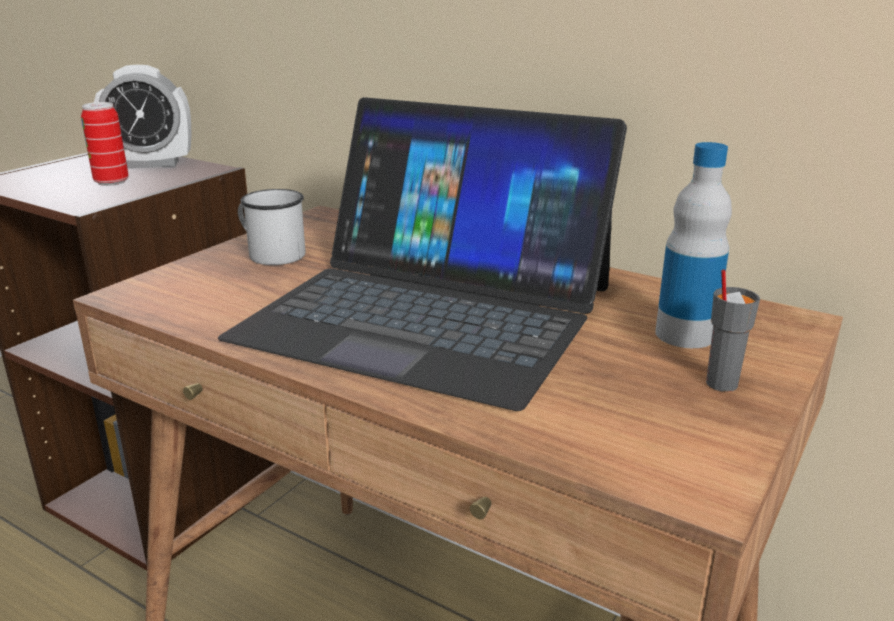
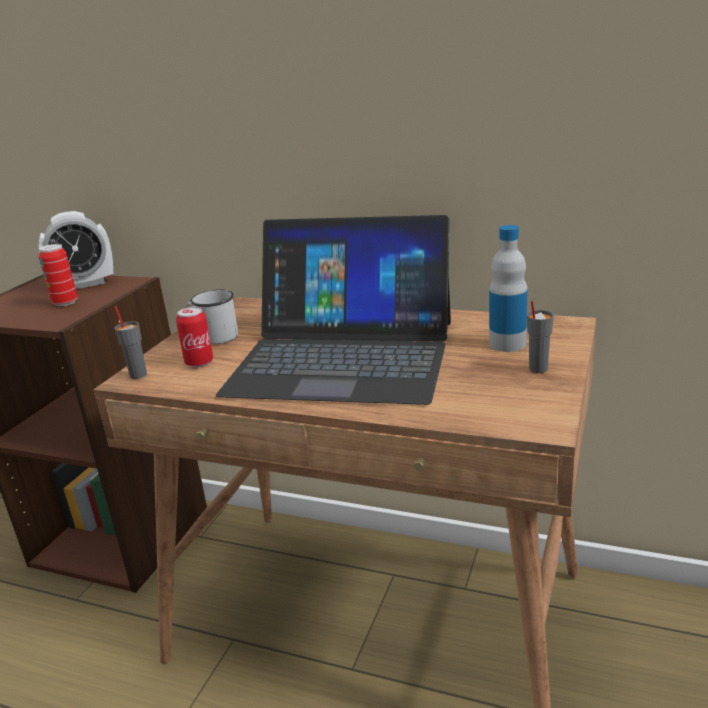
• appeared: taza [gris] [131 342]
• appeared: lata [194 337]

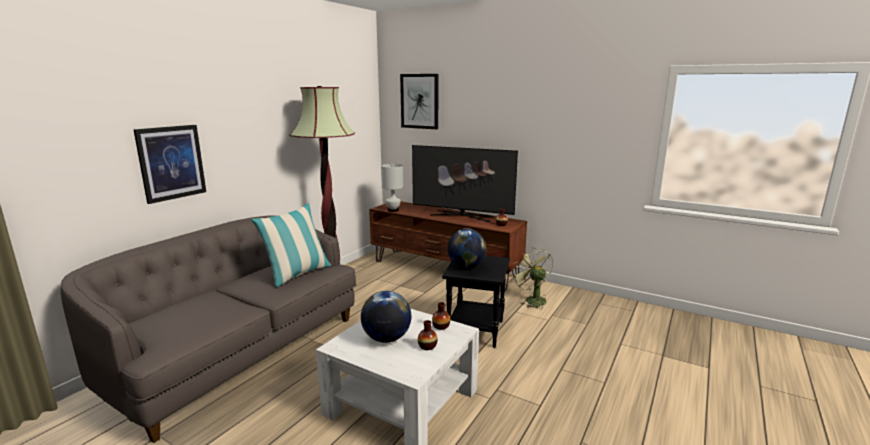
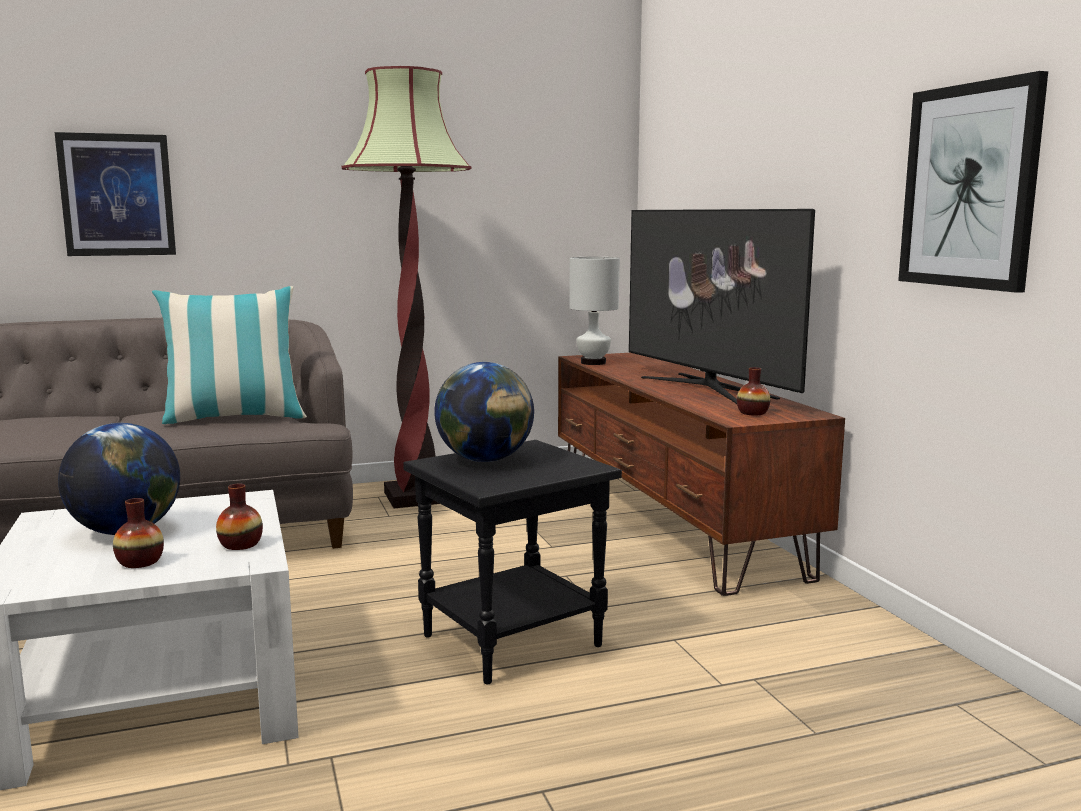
• missing: ventilador [verde] [532 278]
• relocated: cuadro [419 101] to [973 182]

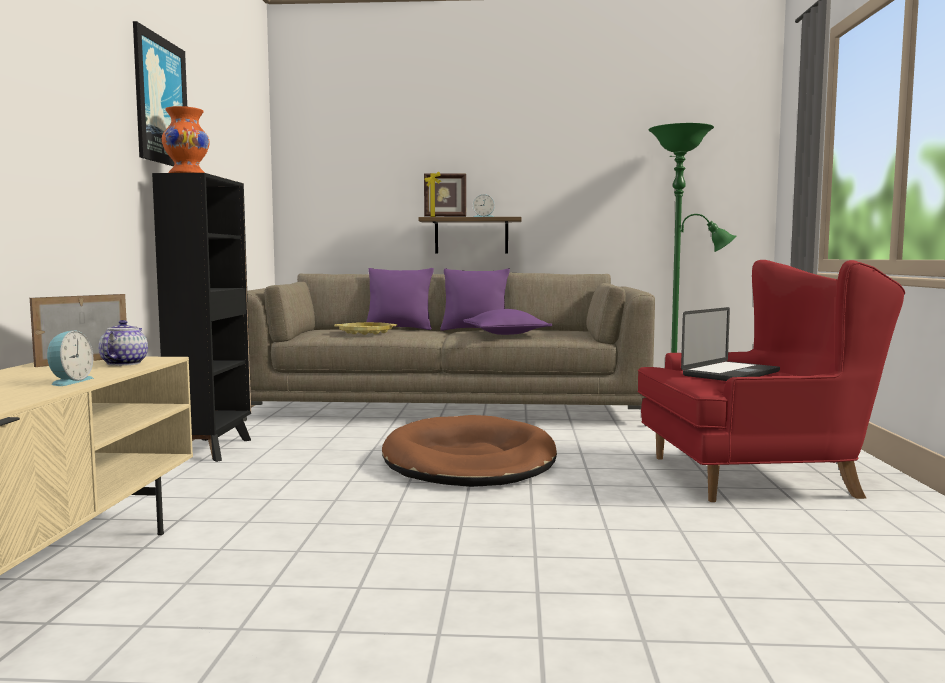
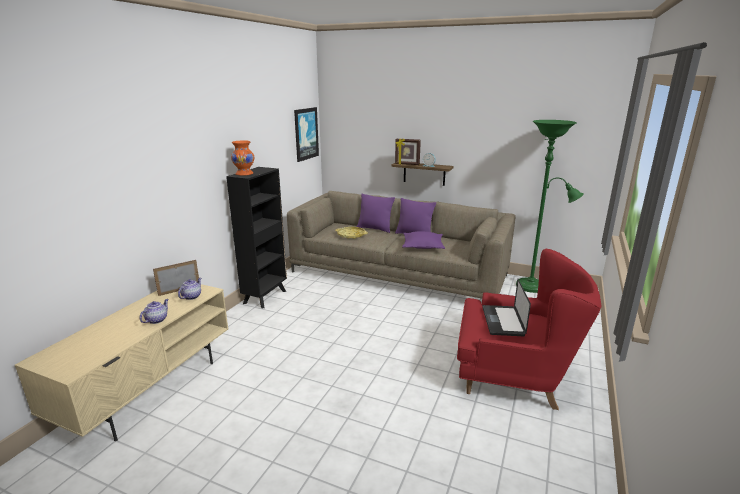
• missing: cama para perro [marrón] [469 451]
• relocated: cuadro [160 93] to [306 134]
• exchanged: despertador [70 358] to tetera [154 311]
• spun: portátil [730 344] = [506 307] 120 degrees clockwise

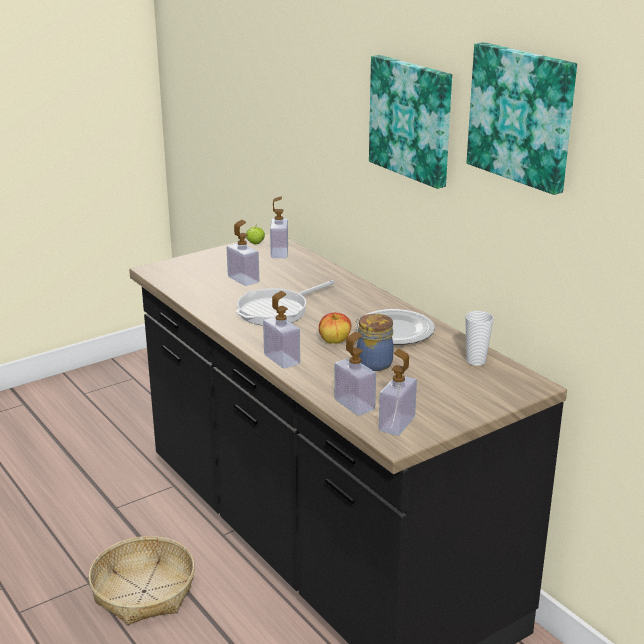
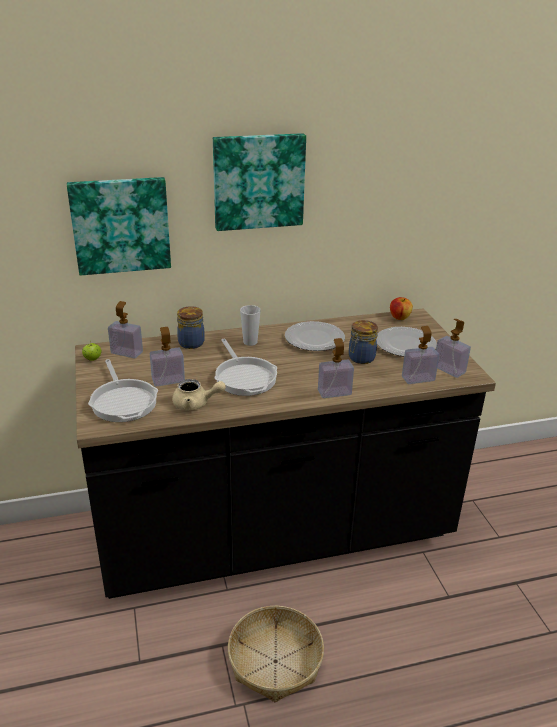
• appeared: sartén [123 390]
• appeared: tetera [beis] [199 394]
• appeared: tarro [191 327]
• appeared: plato [406 342]
• relocated: manzana [335 328] to [401 308]
• relocated: taza [479 338] to [250 325]
• relocated: cuadro [522 118] to [119 226]

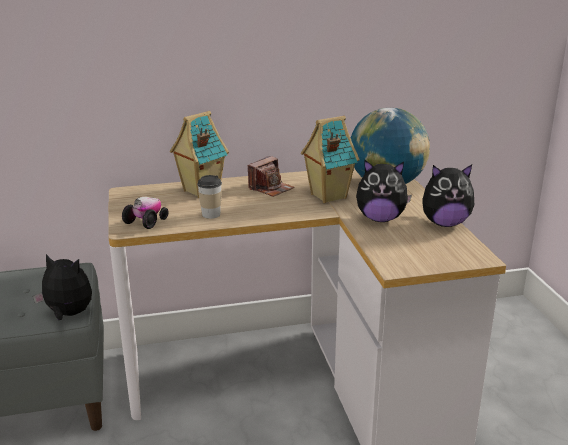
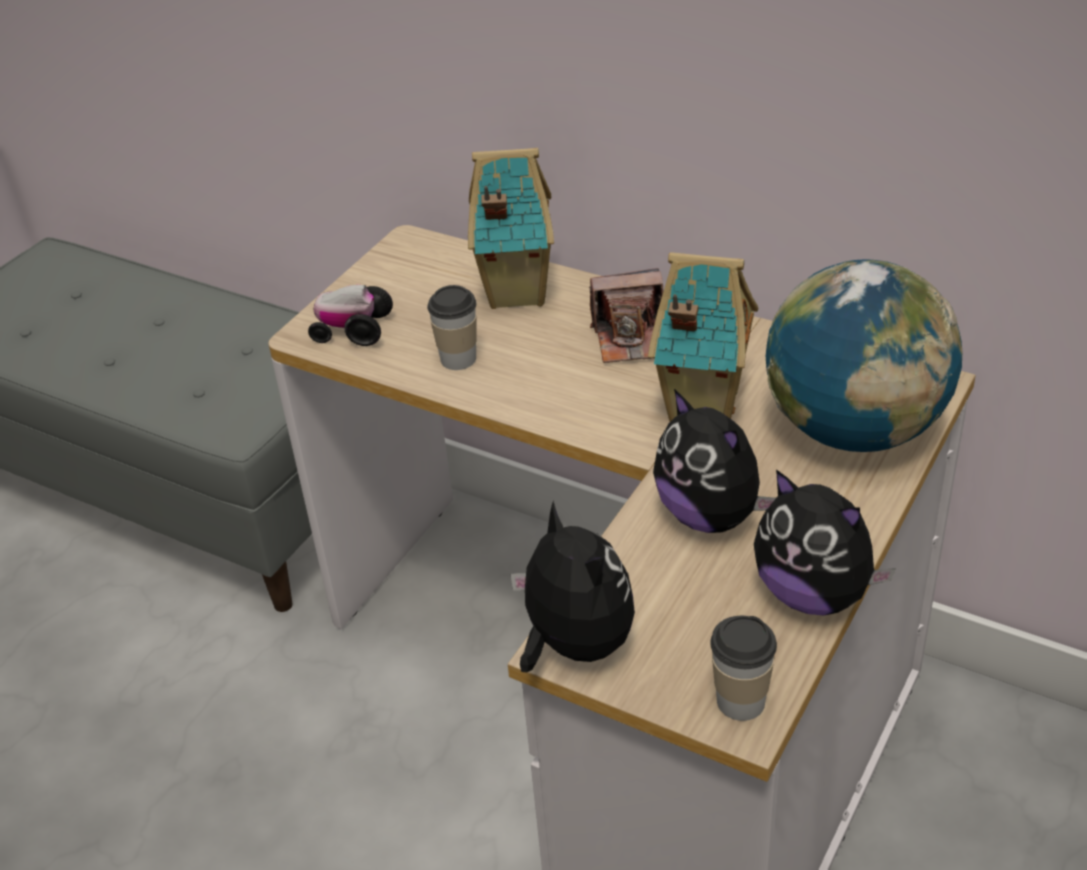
• appeared: taza [743 668]
• relocated: peluche [62 287] to [572 586]
• spun: coche de juguete [145 213] = [350 315] 150 degrees counterclockwise

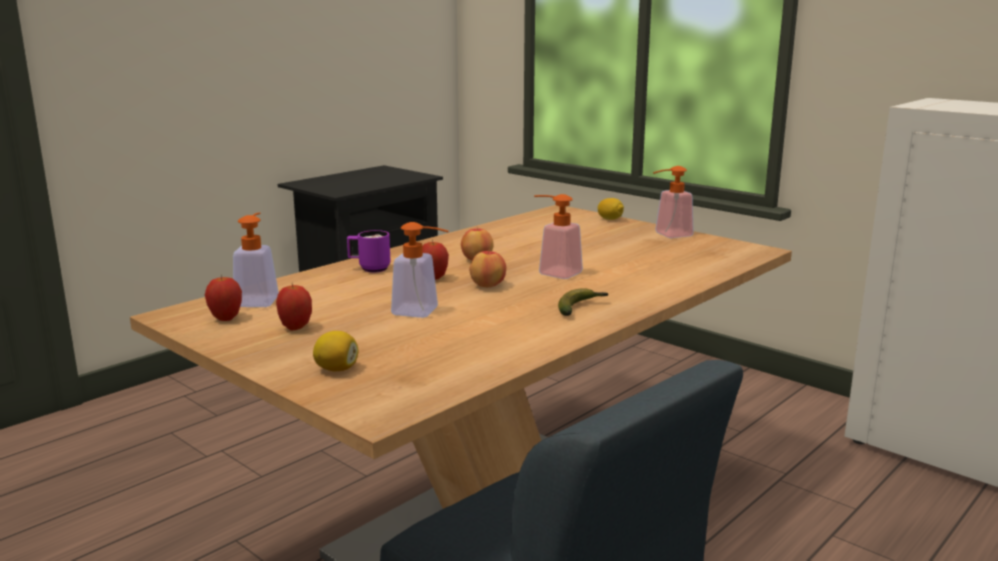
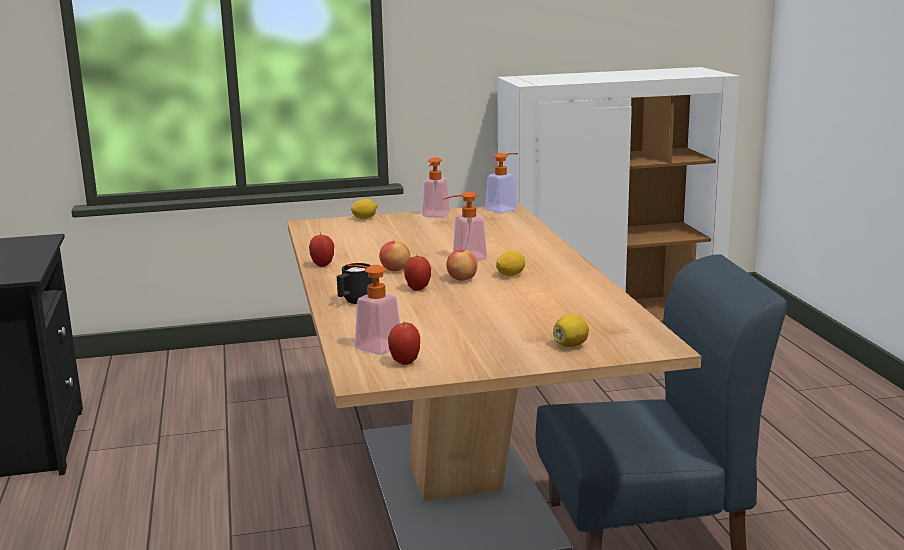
• missing: plátano [583 302]
• appeared: limón [510 263]
• relocated: manzana [294 307] to [321 250]
• relocated: dispensador de jabón [420 270] to [501 183]
• colour: taza grande [morado] [368 251] to taza grande [negro] [355 283]

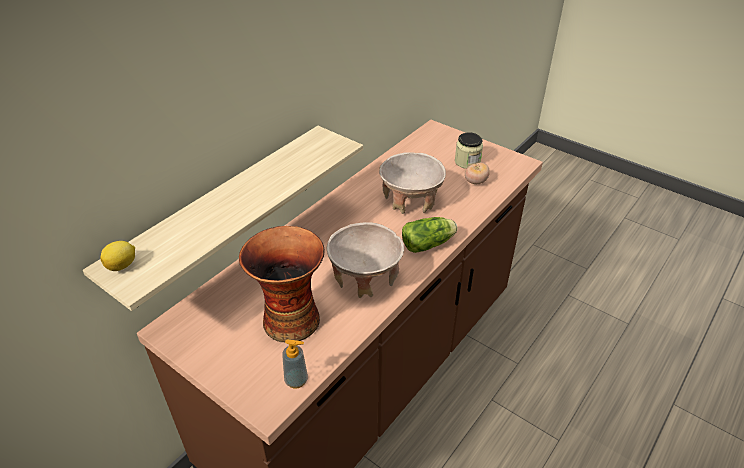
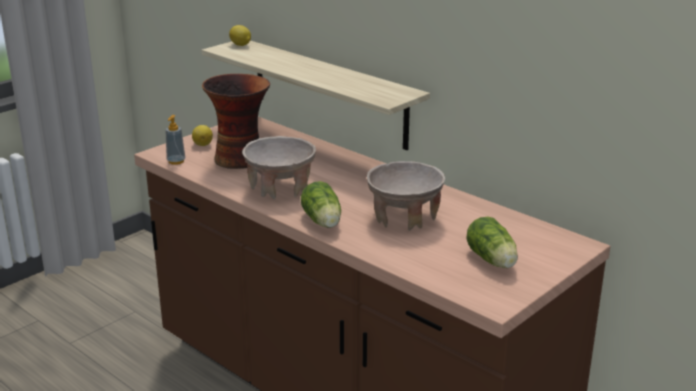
• missing: tomate [477 173]
• appeared: limón [202 135]
• exchanged: tarro [469 150] to lechuga [492 242]

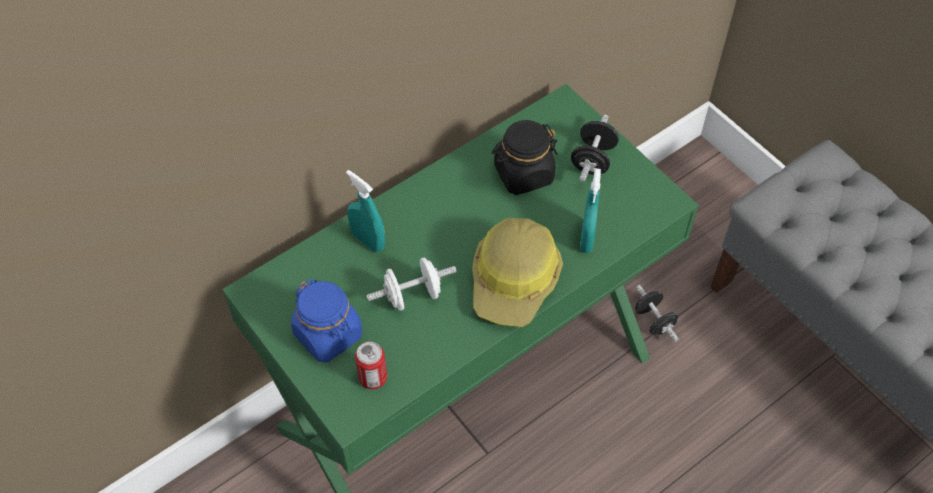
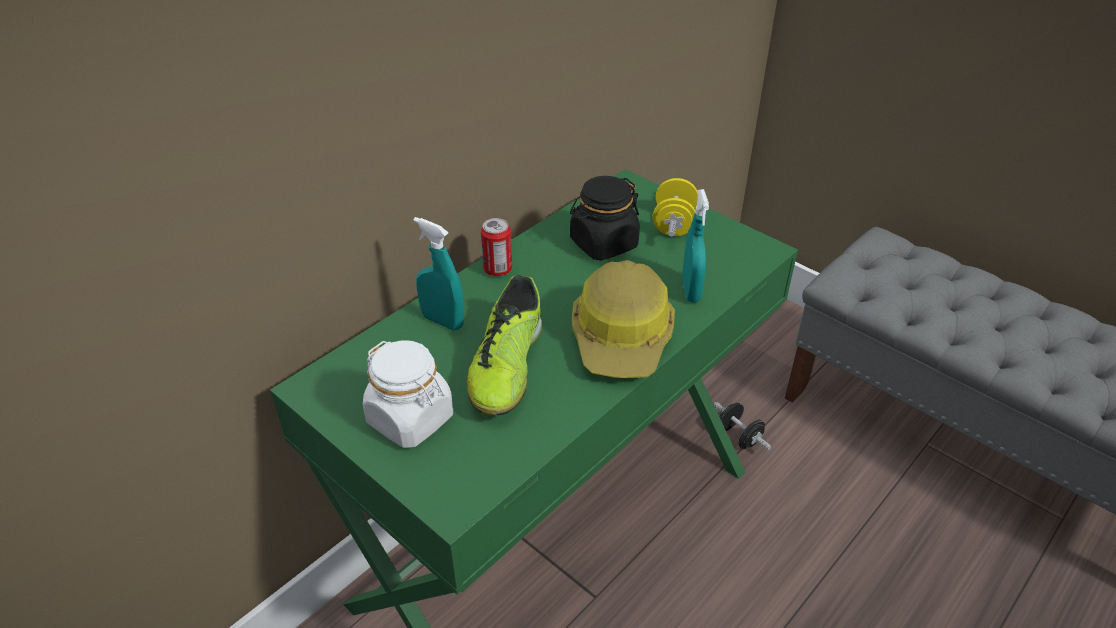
• relocated: lata [371 366] to [496 247]
• exchanged: mancuerna [blanco] [411 284] to zapato [504 345]
• colour: tarro [azul] [326 320] to tarro [blanco] [408 394]
• colour: mancuerna [negro] [595 148] to mancuerna [amarillo] [675 207]

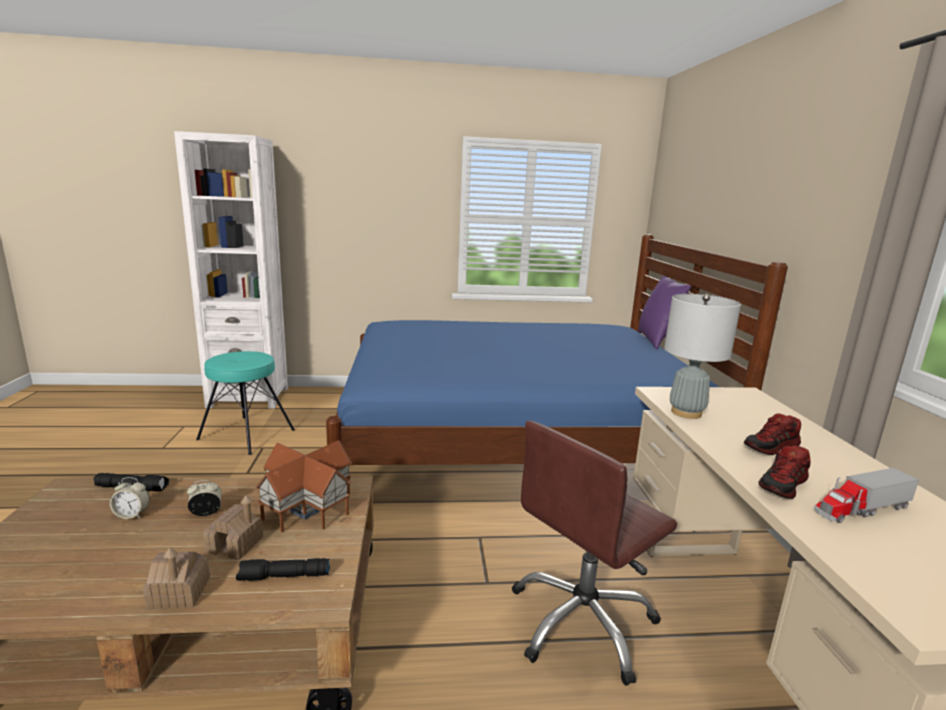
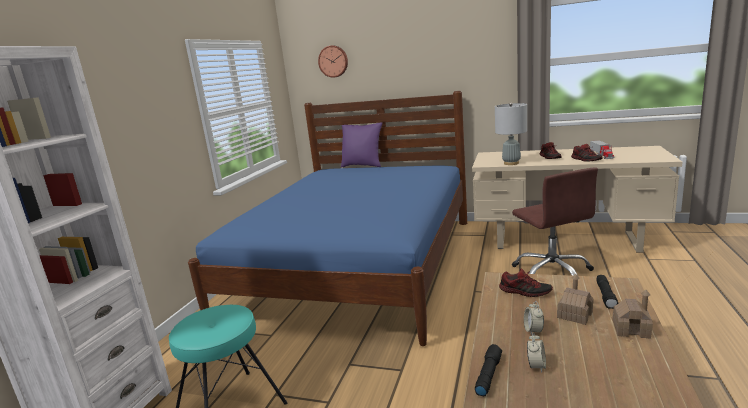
• appeared: reloj de pared [333 62]
• exchanged: casita [303 486] to zapato [526 283]

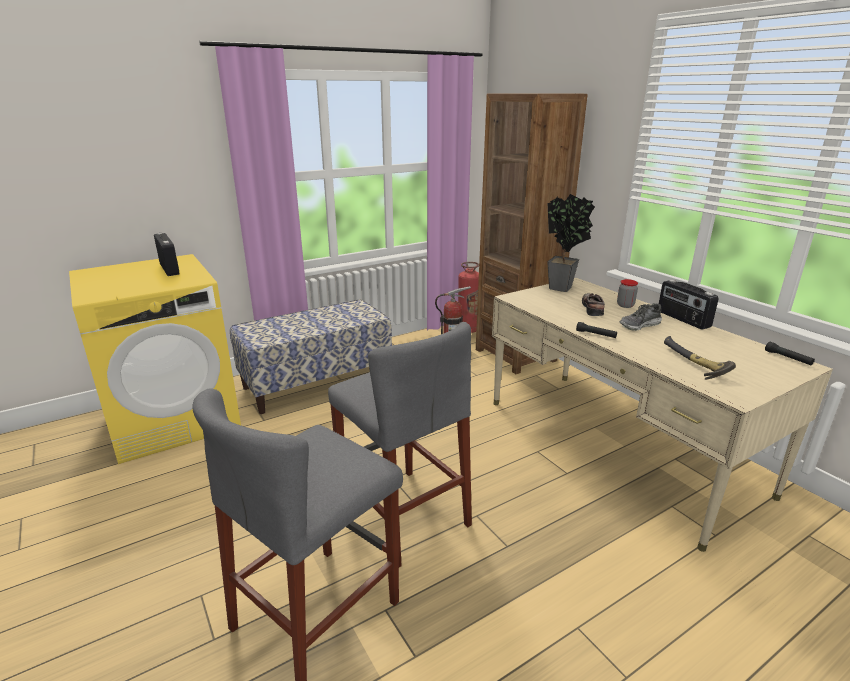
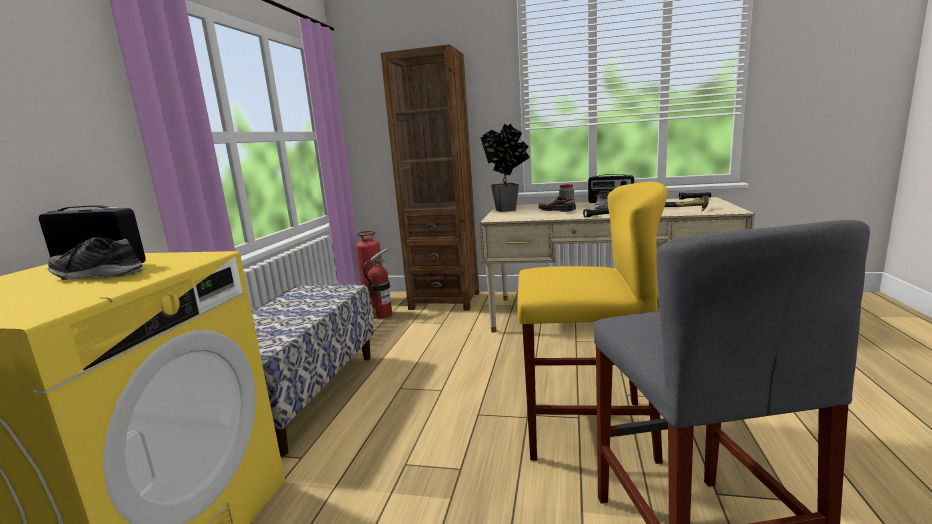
• appeared: zapato [96 258]
• colour: taburete [gris] [400 444] to taburete [amarillo] [592 323]

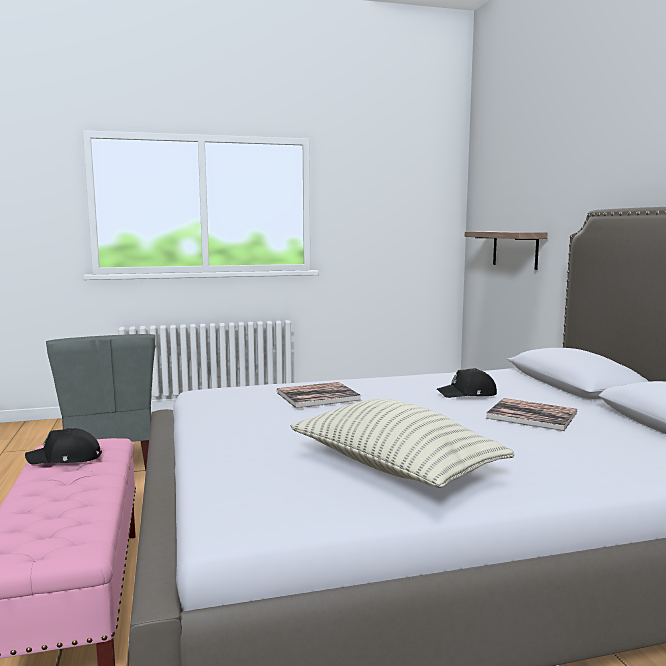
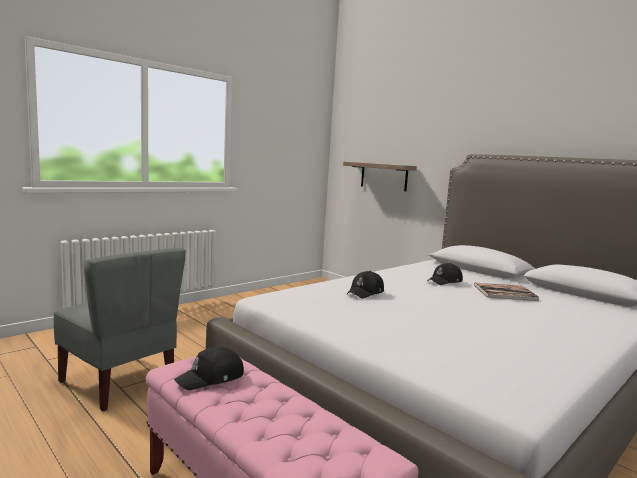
• missing: cojín [402 443]
• exchanged: libro [319 395] to gorra [negro] [365 284]

